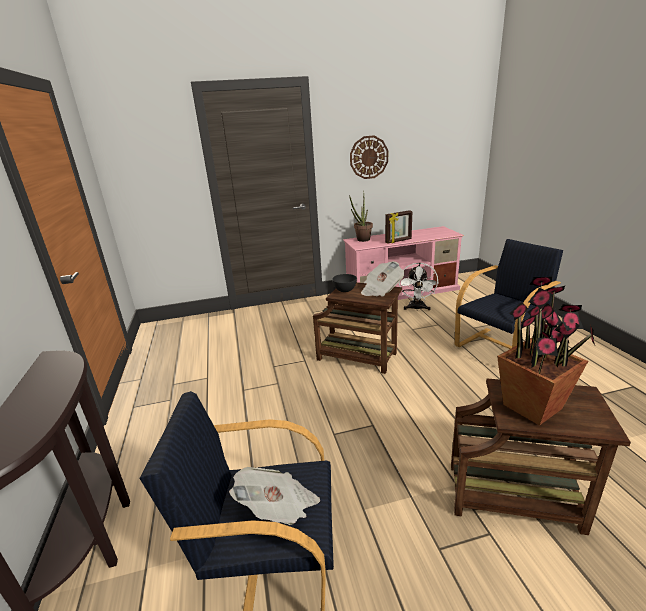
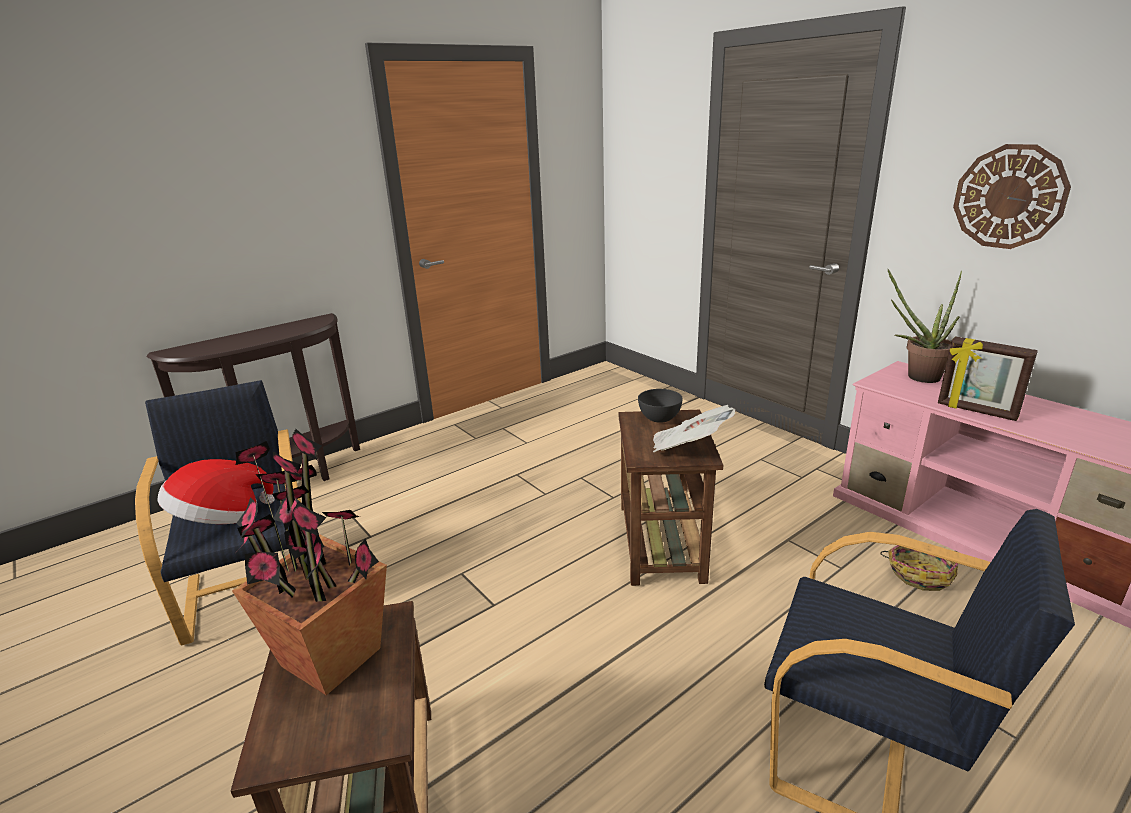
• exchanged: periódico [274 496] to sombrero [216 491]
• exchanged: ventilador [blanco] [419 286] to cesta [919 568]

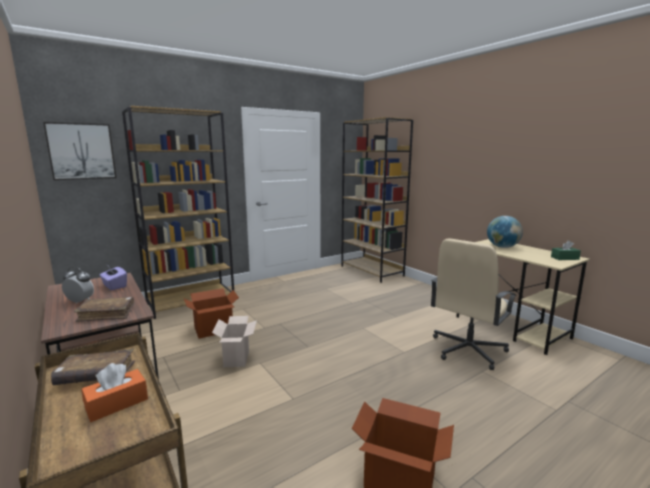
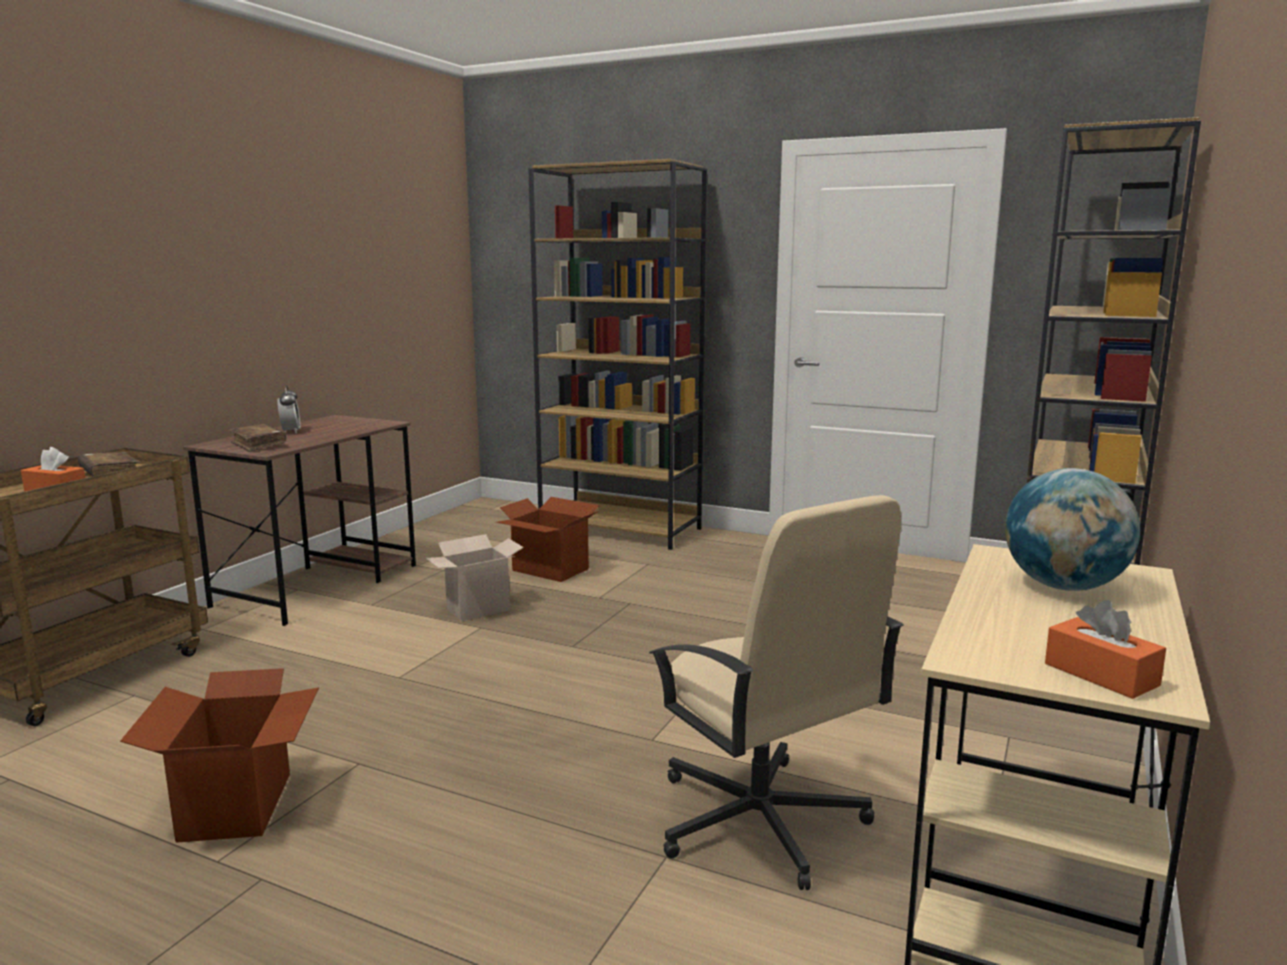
• missing: cuadro [80 151]
• missing: caja de pañuelos [morado] [113 278]
• colour: caja de pañuelos [verde] [566 250] to caja de pañuelos [naranja] [1105 649]
• spun: silla de oficina [beis] [474 304] = [776 692] 135 degrees counterclockwise

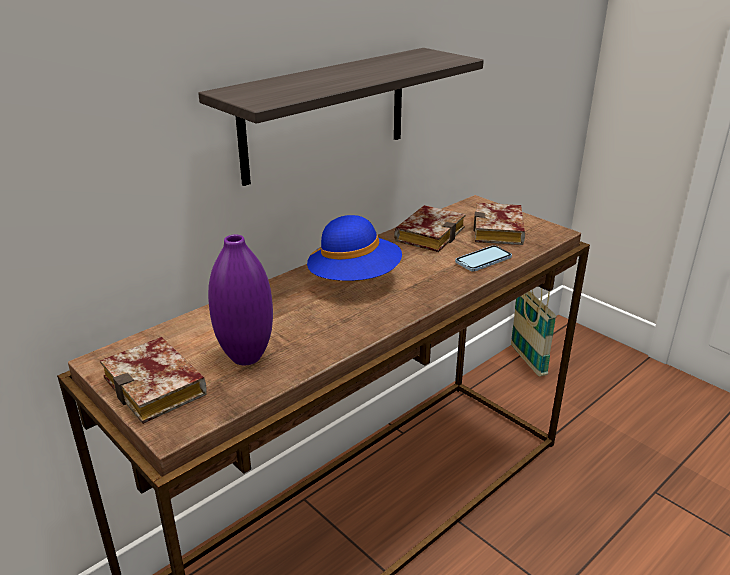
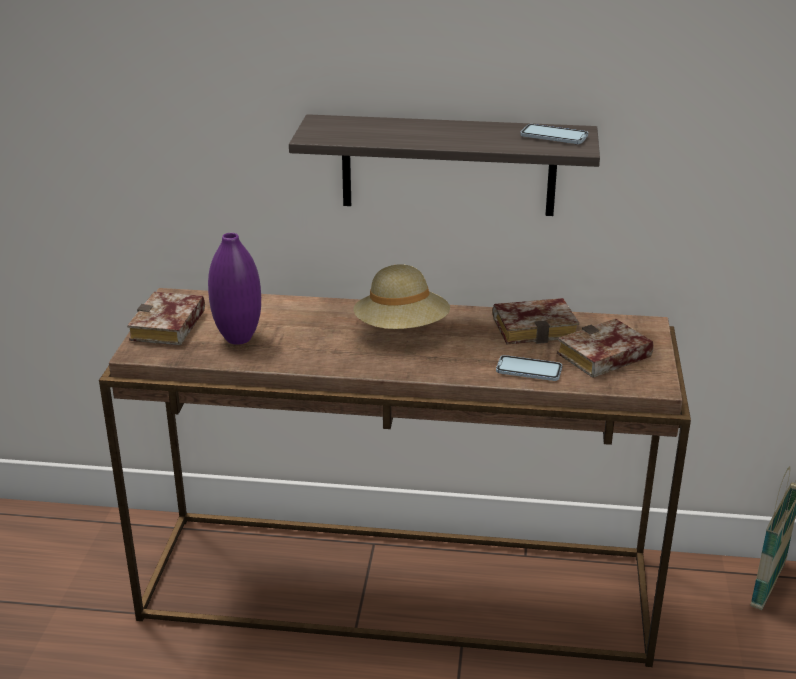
• appeared: móvil [554 134]
• colour: sombrero [azul] [354 248] to sombrero [beis] [401 296]

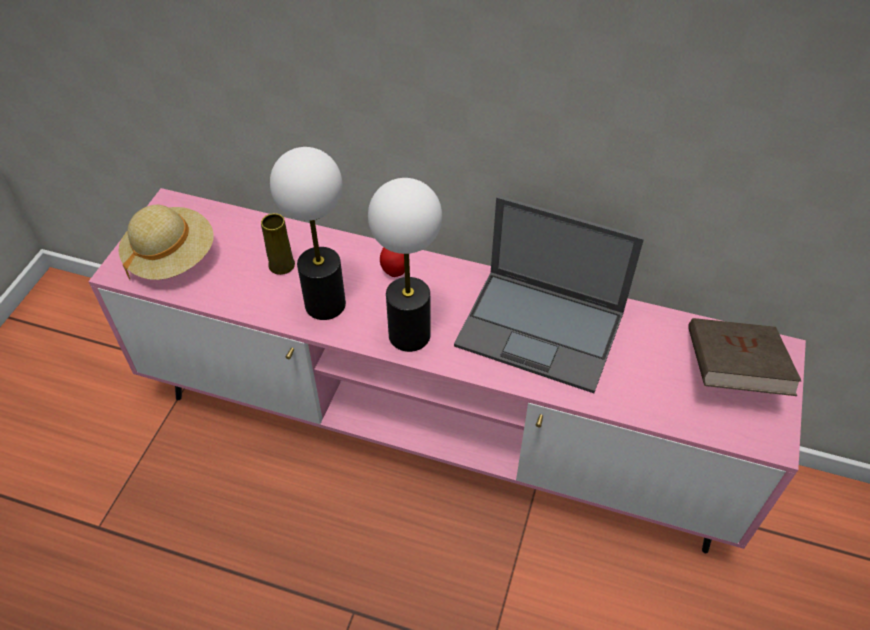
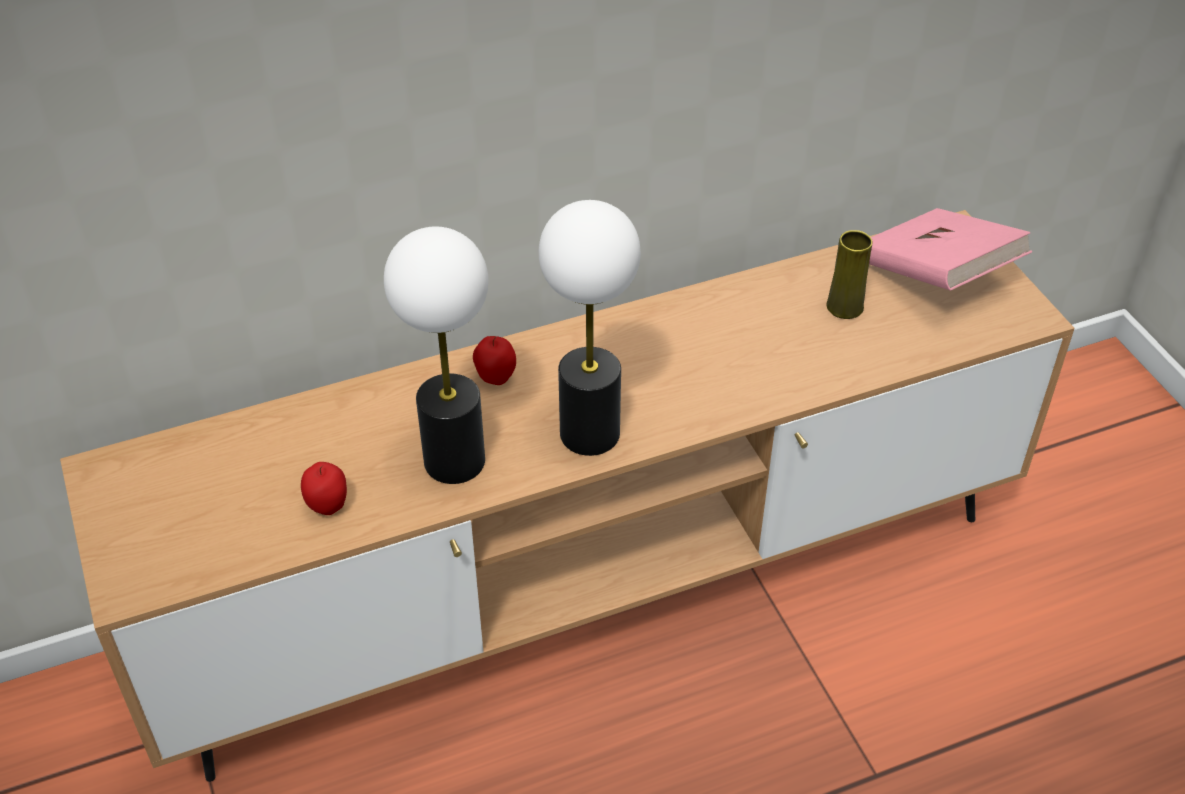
• missing: sombrero [beis] [166 242]
• missing: portátil [549 294]
• appeared: manzana [324 488]
• relocated: florero [amarillo] [278 244] to [850 274]
• colour: mueble de televisión [rosa] [447 370] to mueble de televisión [marrón] [567 496]
• colour: libro [marrón] [744 357] to libro [rosa] [950 249]

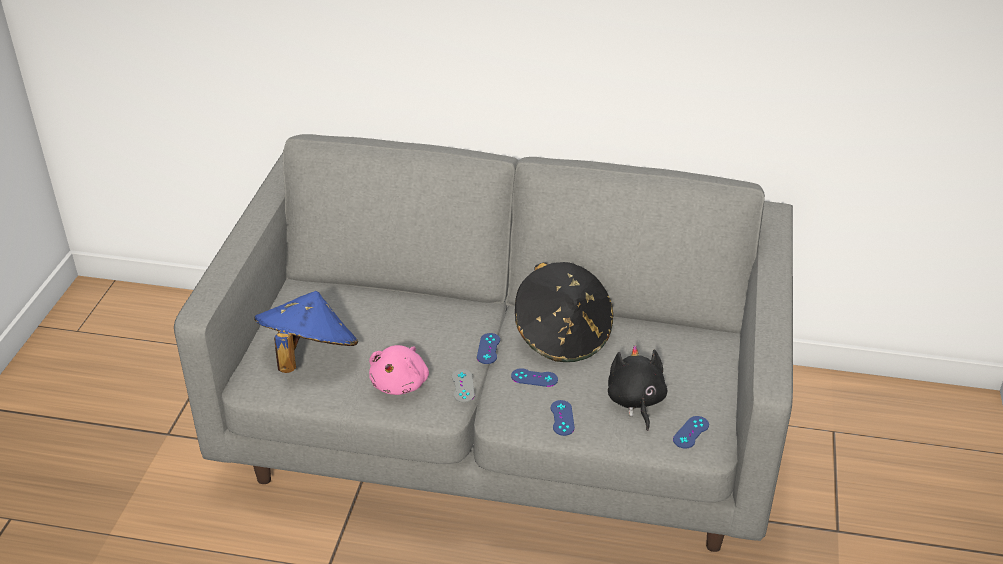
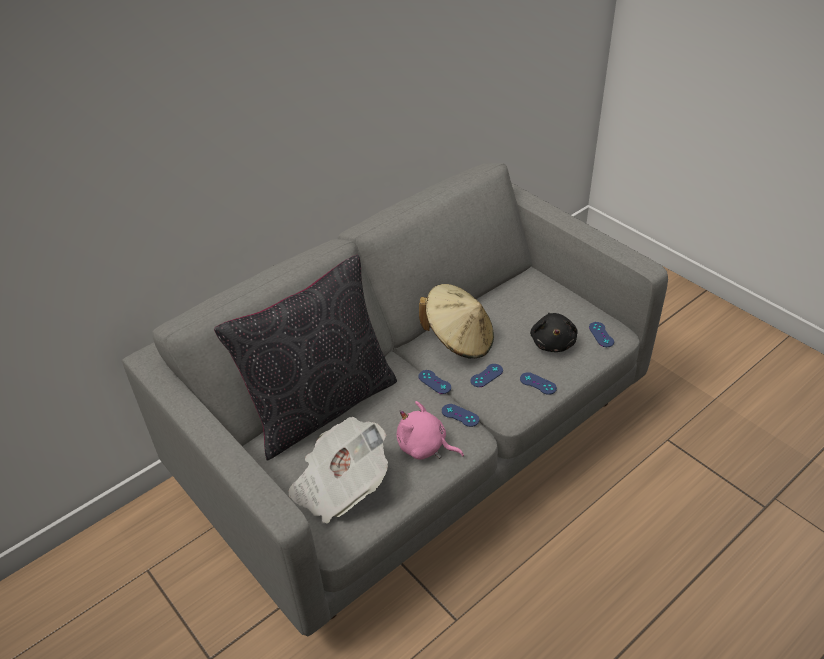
• appeared: cojín [negro] [305 358]
• exchanged: sombrero [azul] [306 332] to periódico [338 470]
• colour: mando de consola [gris] [463 386] to mando de consola [azul] [460 415]
• colour: sombrero [negro] [564 312] to sombrero [beis] [456 321]
• spun: peluche [rosa] [399 370] = [430 430] 150 degrees clockwise
• spun: peluche [negro] [637 388] = [554 332] 120 degrees counterclockwise

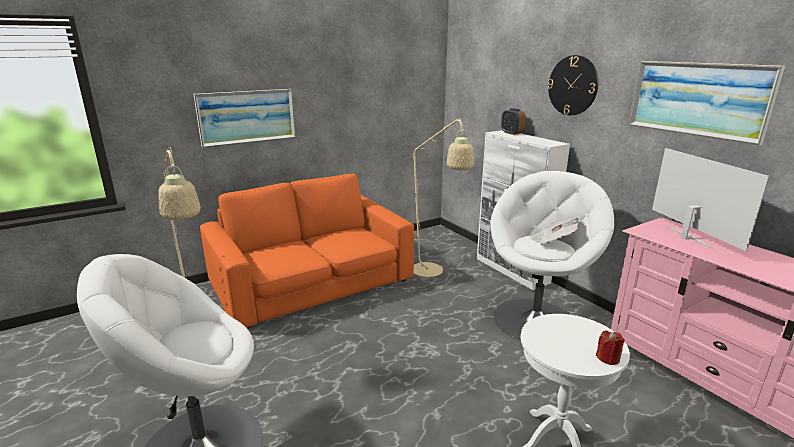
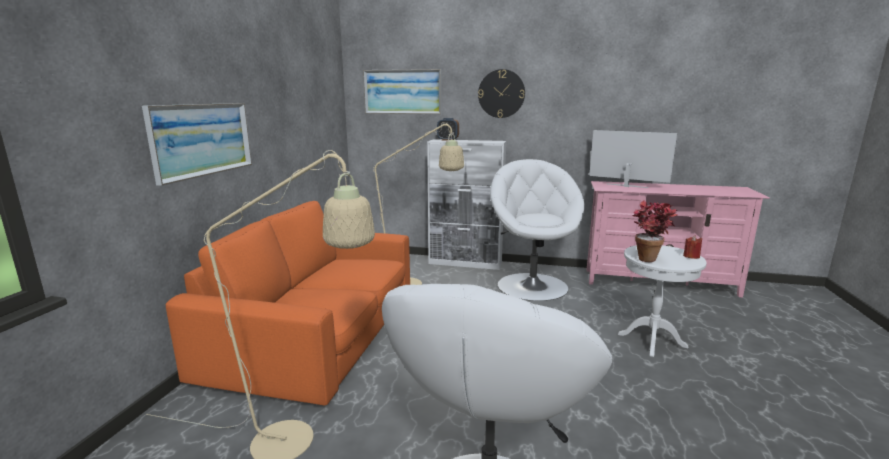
• missing: periódico [555 231]
• appeared: planta en maceta [655 231]
• relocated: cuadro [707 103] to [402 91]

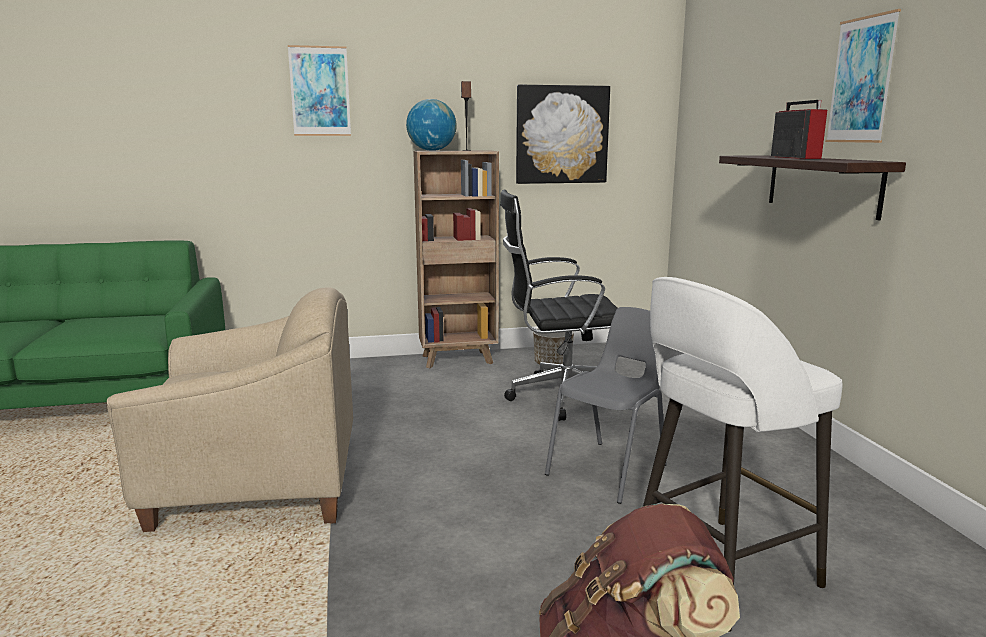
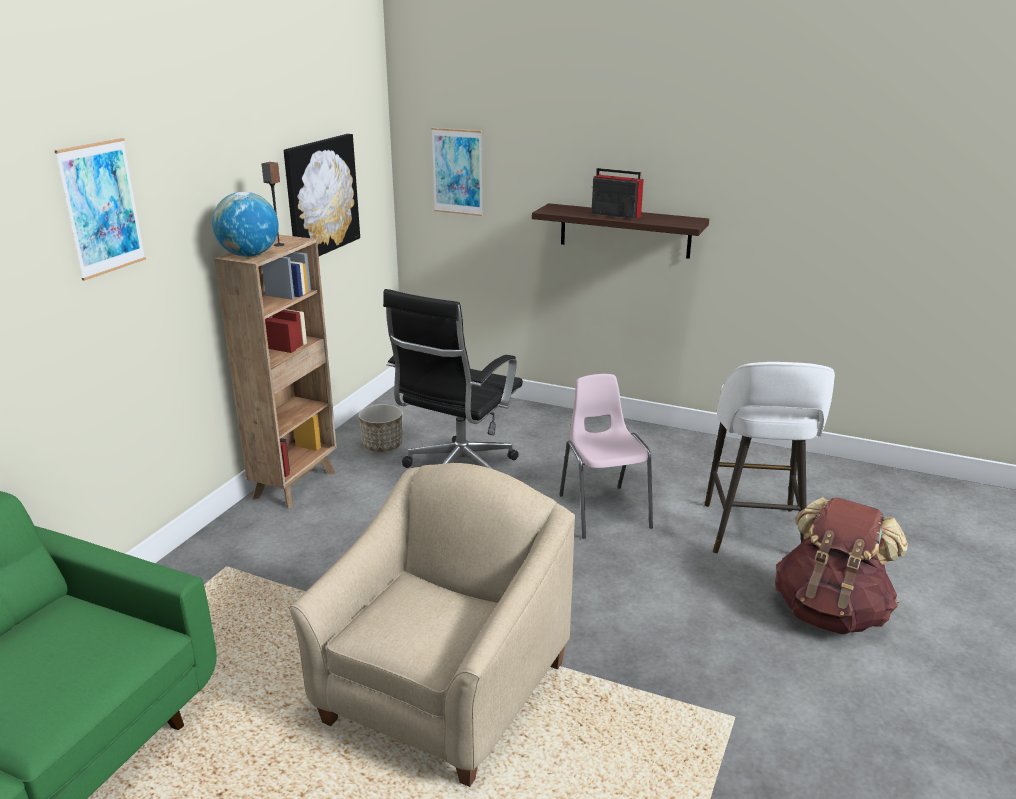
• relocated: cuadro [863 76] to [457 172]
• colour: silla [gris] [606 405] to silla [rosa] [606 456]

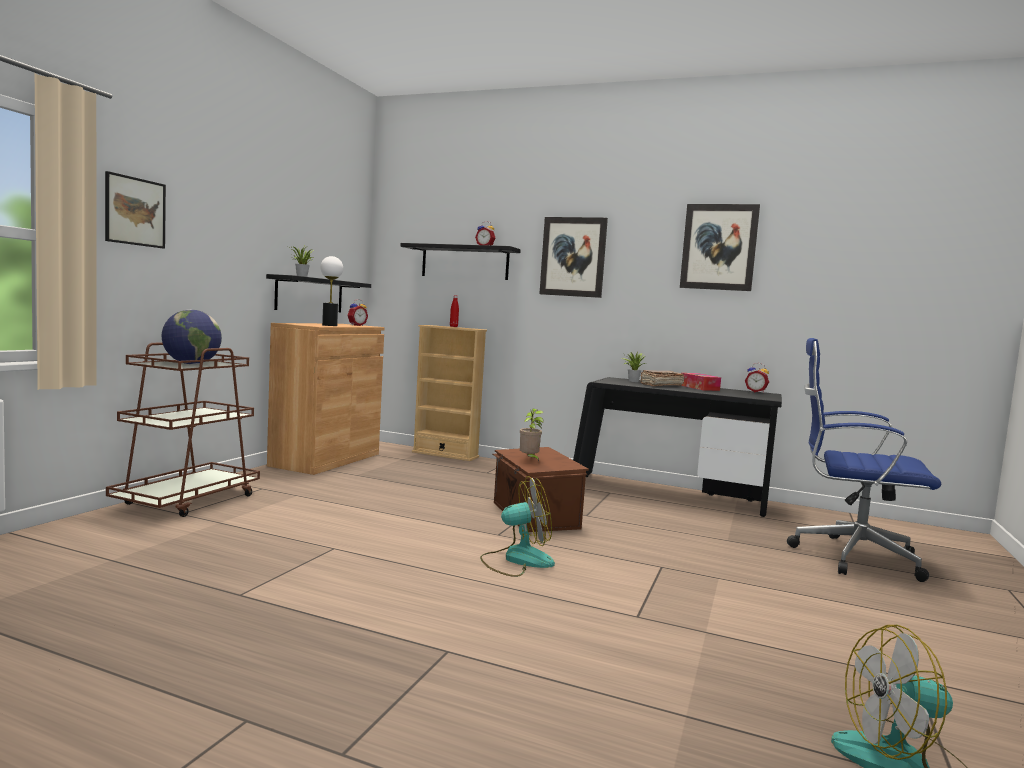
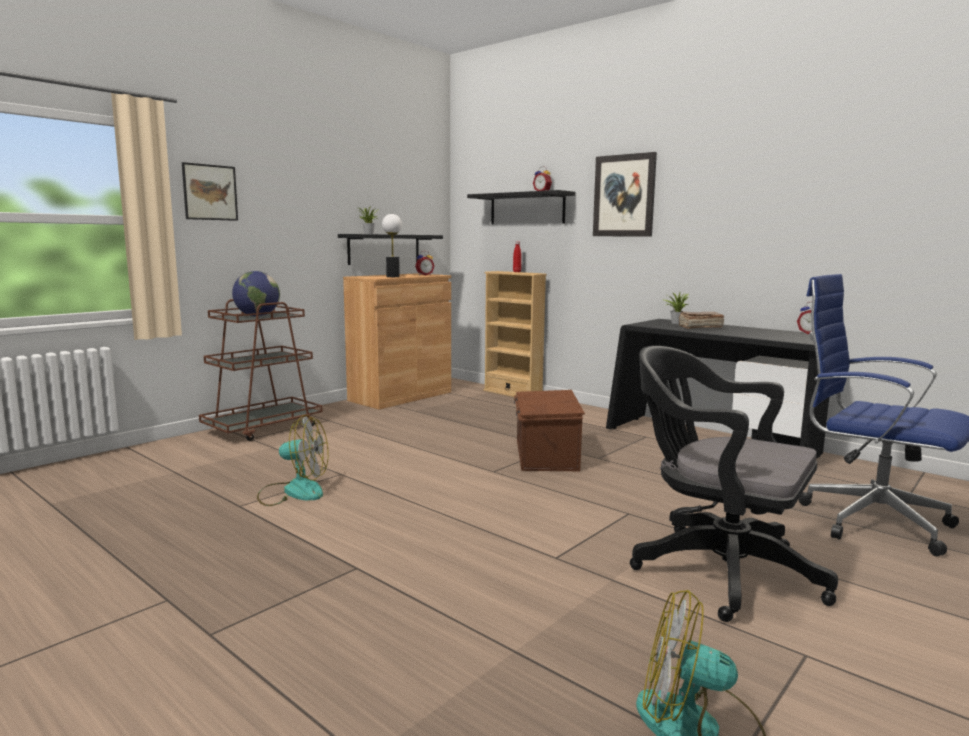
• missing: planta en maceta [532 434]
• missing: cuadro [720 247]
• missing: caja de pañuelos [701 382]
• appeared: silla de oficina [negro] [734 484]
• relocated: ventilador [517 526] to [292 460]

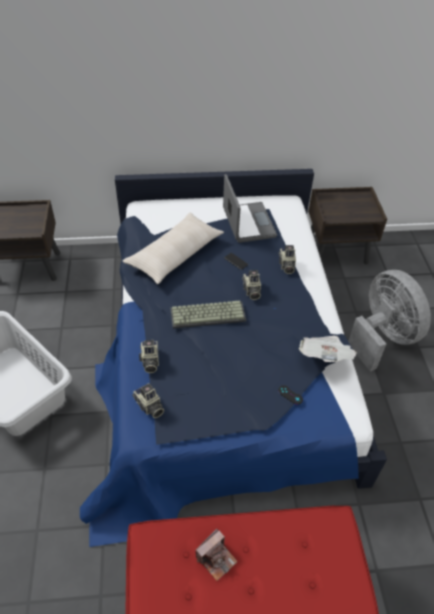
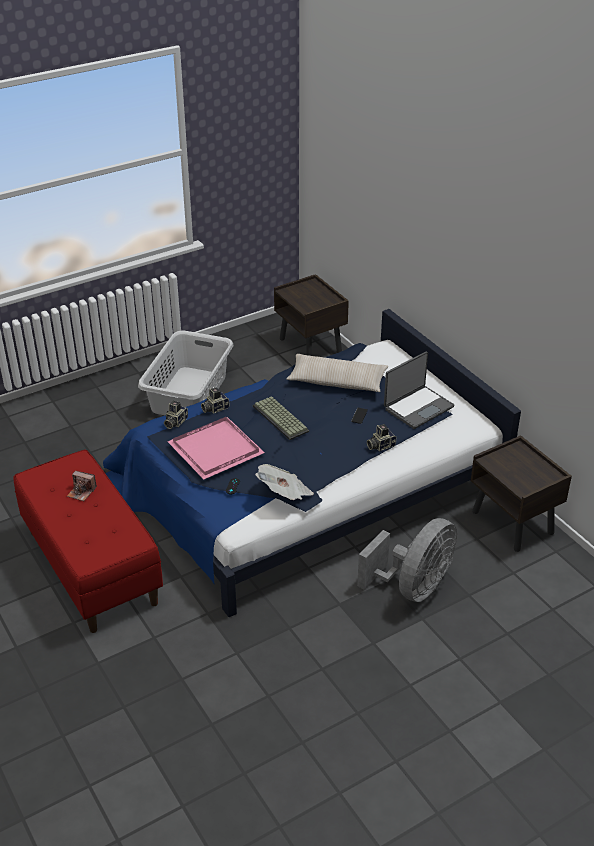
• missing: cámara [251 285]
• appeared: bandeja [rosa] [216 448]

